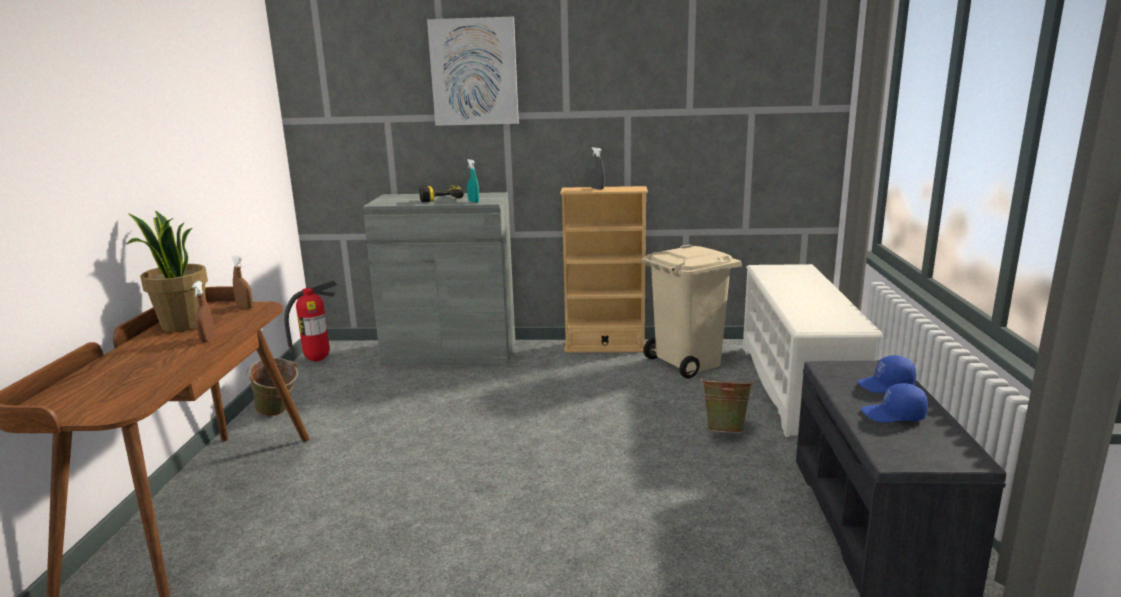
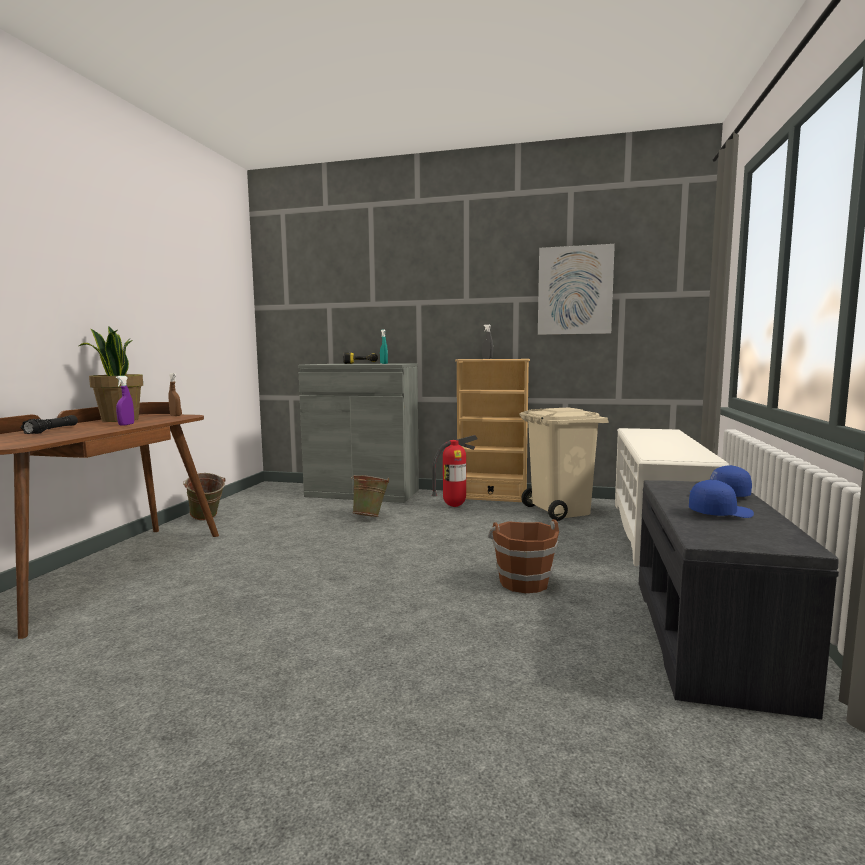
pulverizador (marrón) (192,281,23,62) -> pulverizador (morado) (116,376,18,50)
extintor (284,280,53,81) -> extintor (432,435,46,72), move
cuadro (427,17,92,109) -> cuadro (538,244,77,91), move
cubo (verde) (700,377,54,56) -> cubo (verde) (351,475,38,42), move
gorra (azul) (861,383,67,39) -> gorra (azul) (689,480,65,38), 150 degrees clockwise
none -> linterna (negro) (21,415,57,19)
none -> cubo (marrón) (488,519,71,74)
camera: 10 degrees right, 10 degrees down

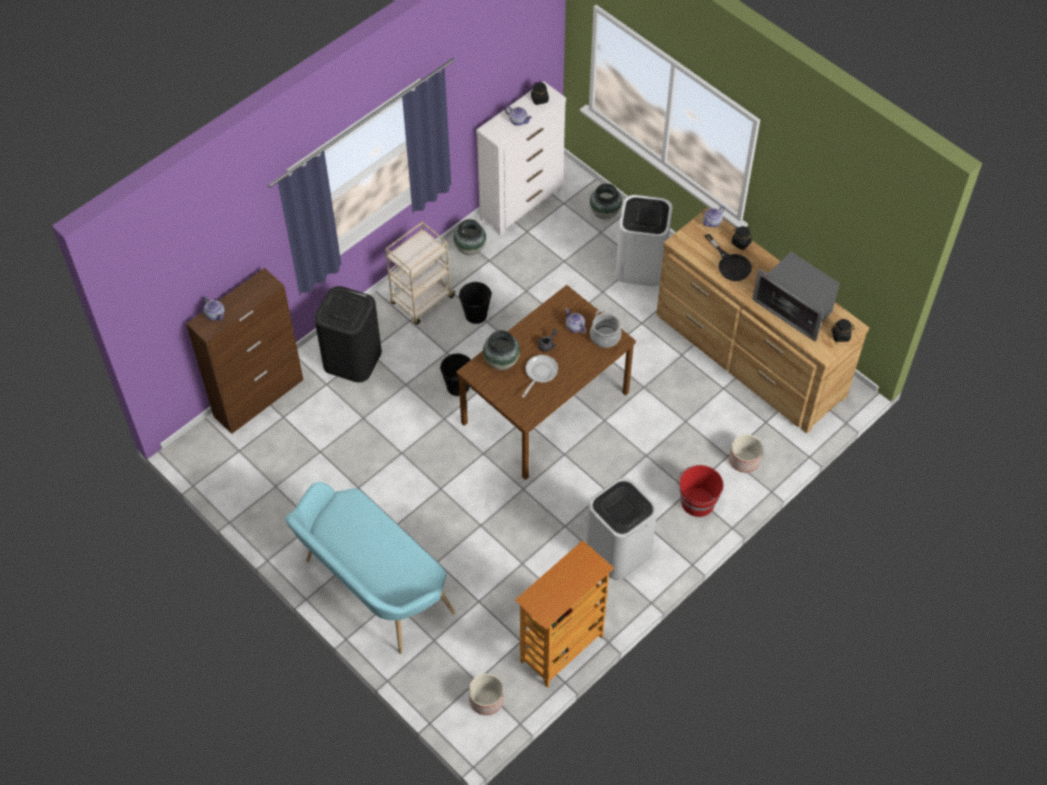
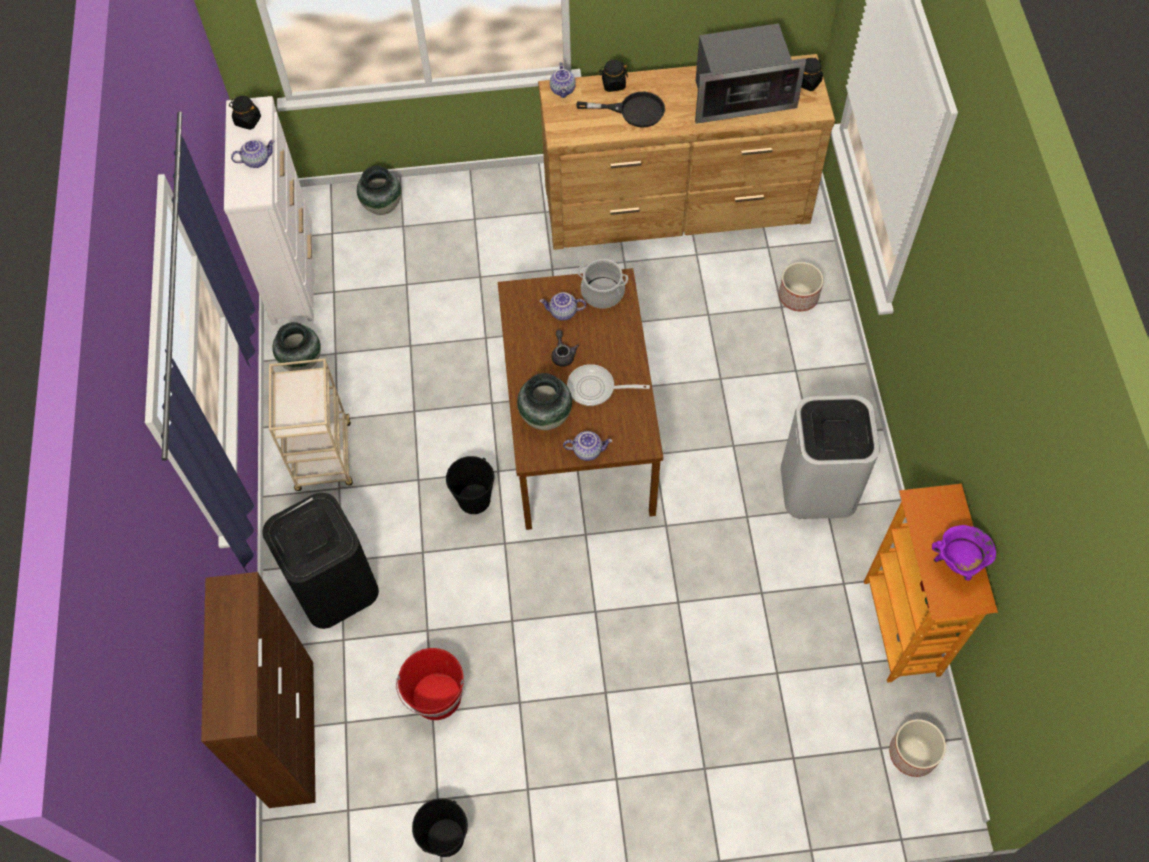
tetera (204,297,21,24) -> tetera (563,431,49,30), move
banco (turquesa) (285,482,170,172) -> none
cubo (negro) (459,282,33,42) -> cubo (negro) (412,798,56,59), move
sartén (522,355,36,42) -> sartén (567,364,83,42), 60 degrees counterclockwise
papelera (blanco) (616,195,57,91) -> none
cubo (rojo) (677,465,46,52) -> cubo (rojo) (396,648,68,72), move
none -> olla (morado) (932,525,64,56)
camera: 50 degrees left, 5 degrees up

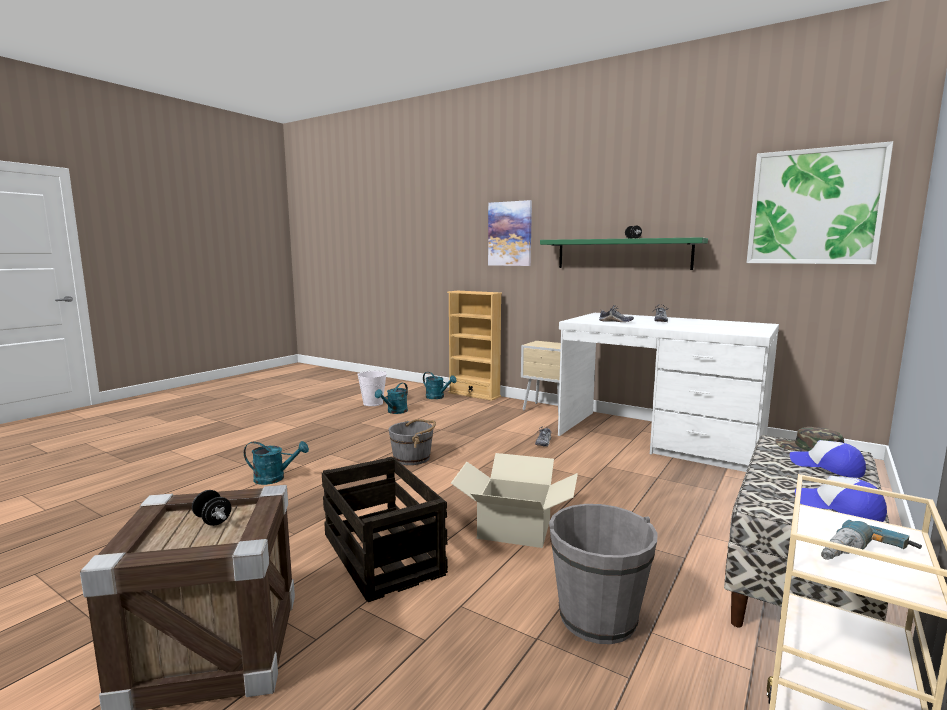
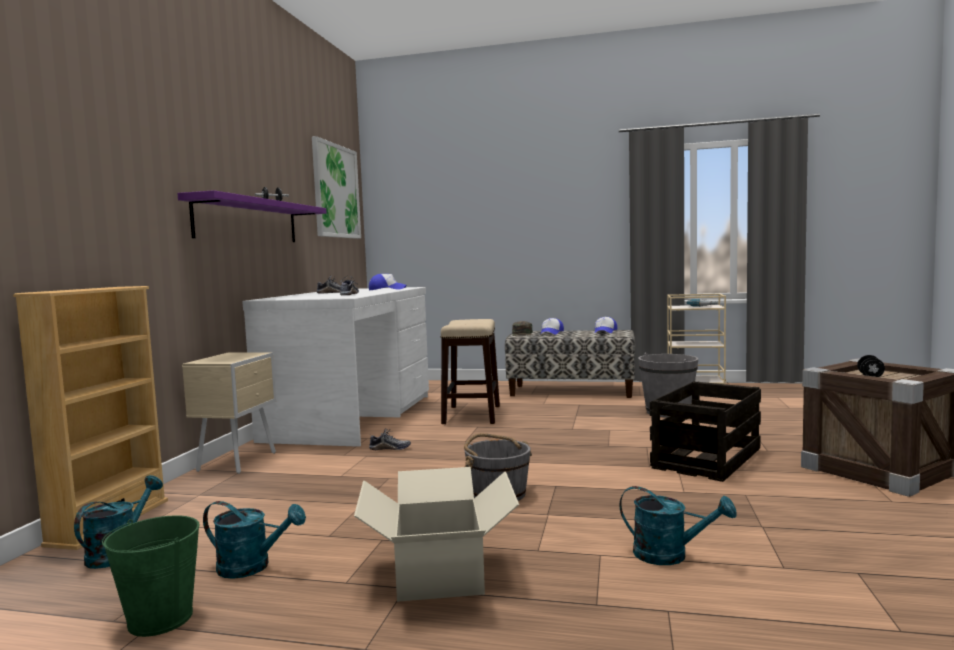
regadera (turquesa) (244,441,65,44) -> regadera (turquesa) (620,486,117,79), 135 degrees clockwise
cubo (blanco) (358,370,28,36) -> cubo (verde) (102,515,98,122)
caja de cartón (451,453,127,95) -> caja de cartón (354,467,165,135), move
cuadro (488,200,44,66) -> none
estante (verde) (540,237,168,33) -> estante (morado) (177,190,150,52)
none -> gorra (369,274,37,16)
none -> taburete (441,319,59,105)
camera: 110 degrees left, 5 degrees down

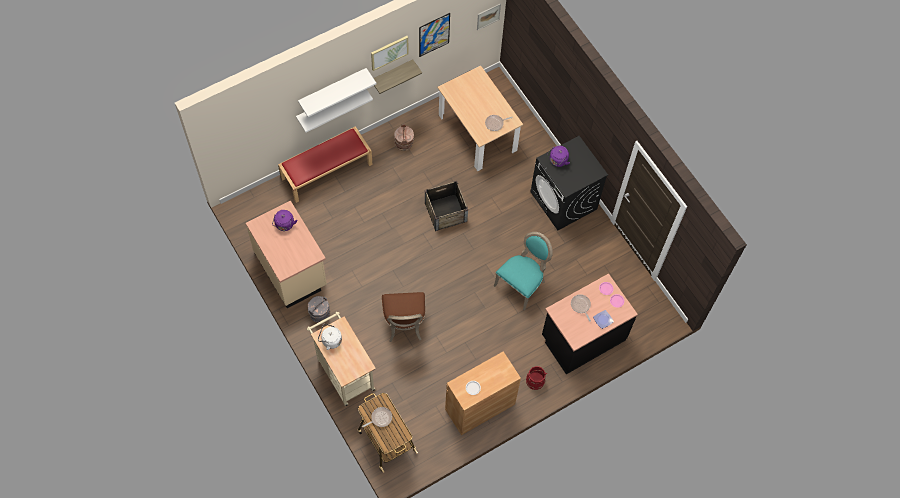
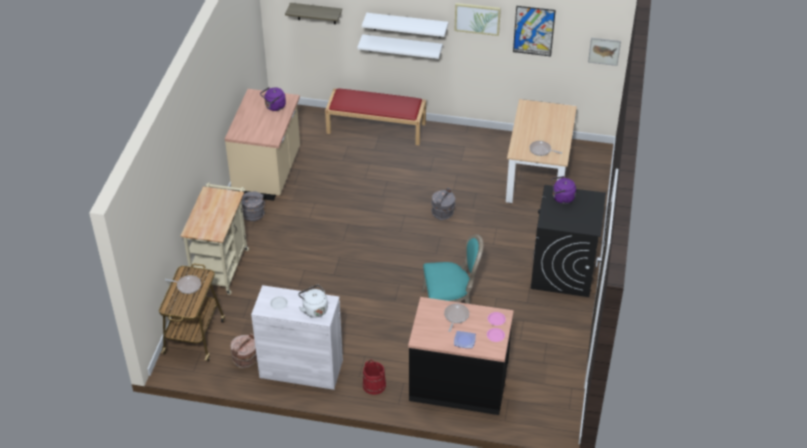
hervidor (blanco) (318,324,24,26) -> hervidor (blanco) (298,285,30,33), move
estante (374,60,48,34) -> estante (285,3,57,21), move
silla (marrón) (382,292,43,50) -> none
cubo (marrón) (394,124,20,27) -> cubo (marrón) (230,333,27,35), move
caja de embalaje (425,181,43,50) -> cubo (gris) (431,188,24,32)
armario (marrón) (445,351,76,84) -> armario (blanco) (251,285,92,105)
camera: 45 degrees right, 20 degrees down

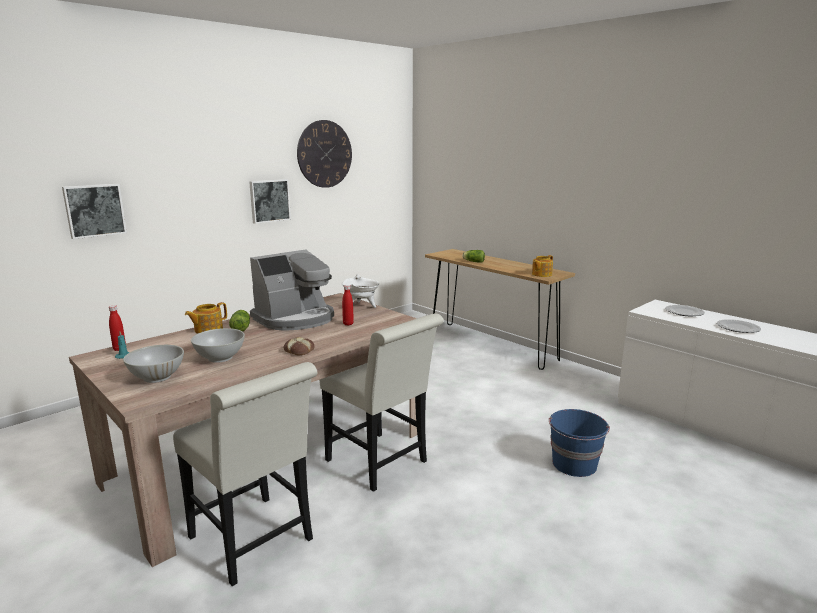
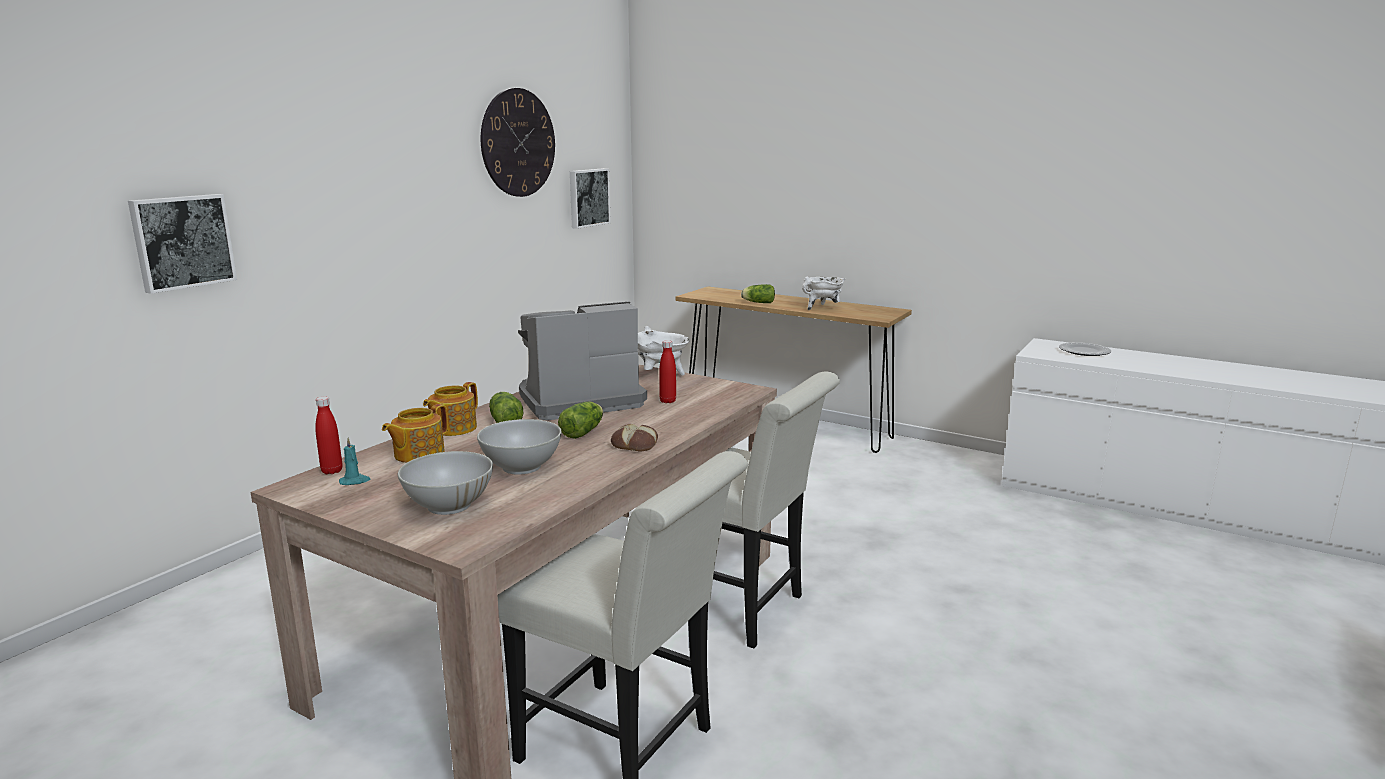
cuadro (249,179,42,45) -> cuadro (570,168,41,61), move
cafetera (250,249,84,82) -> cafetera (518,302,129,119), 150 degrees counterclockwise
tetera (532,255,21,22) -> tetera (382,404,66,59), move
cubo (azul) (549,409,61,68) -> none
plato (717,319,44,14) -> none
none -> lechuga (558,402,45,37)
none -> olla (blanco) (802,277,43,33)
camera: 15 degrees left, 0 degrees up

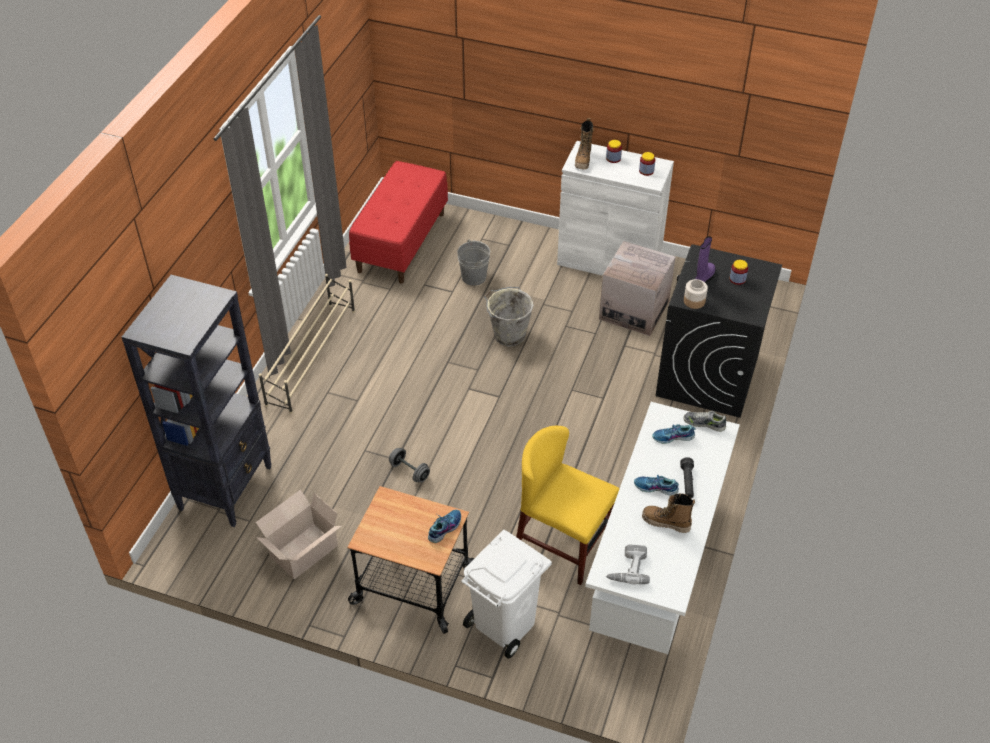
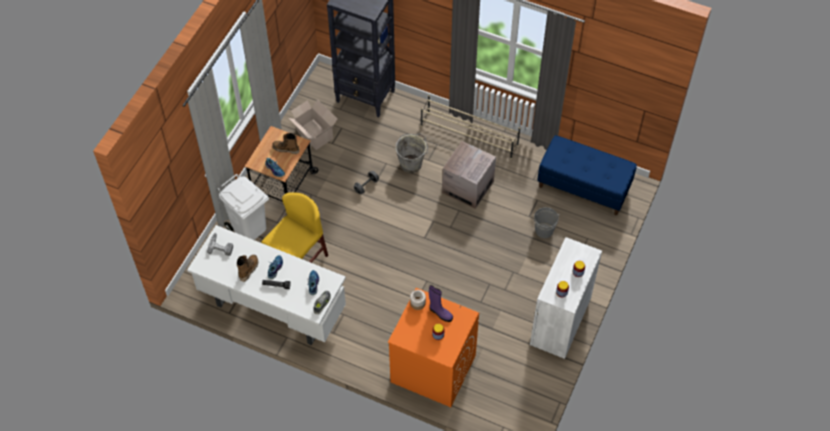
banco (rojo) (349,161,99,123) -> banco (azul) (537,135,100,80)
cubo (gris) (484,287,50,60) -> cubo (gris) (395,134,33,39), move
bota (575,118,19,51) -> bota (272,133,28,21), move
caja de cartón (599,241,77,95) -> caja de cartón (442,141,54,68), move
lavadora (negro) (656,244,126,174) -> lavadora (naranja) (388,288,91,119)
camera: 95 degrees right, 10 degrees up

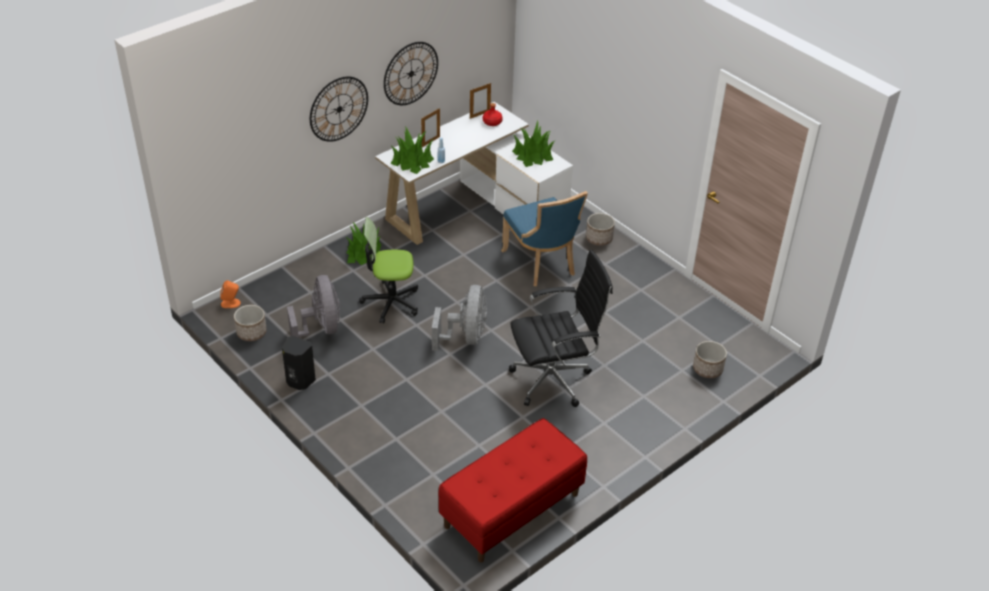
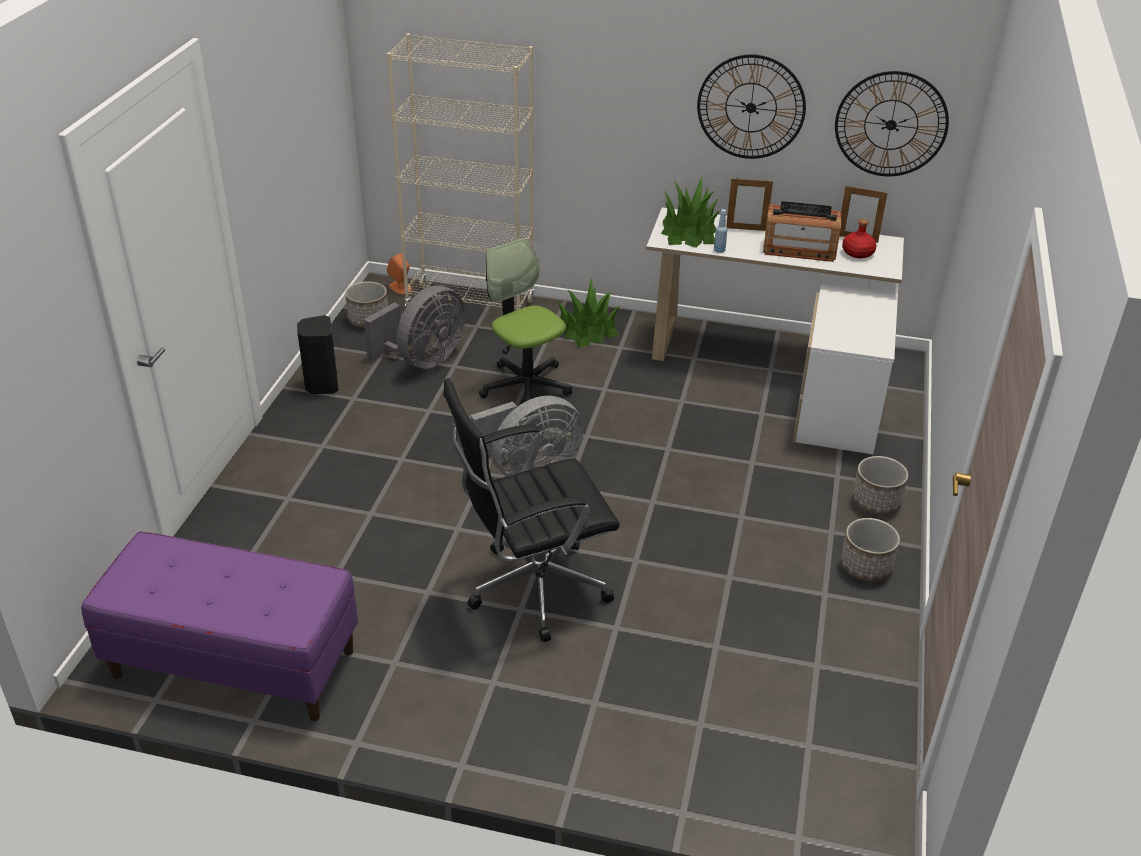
reloj de pared (310,76,58,66) -> reloj de pared (835,71,114,105), move
banco (rojo) (438,418,149,145) -> banco (morado) (81,532,277,189)
silla (azul) (501,191,87,95) -> none
silla de oficina (negro) (509,250,103,157) -> silla de oficina (negro) (443,378,177,264), 120 degrees clockwise
planta en maceta (512,121,42,46) -> none
maceta (693,341,34,37) -> maceta (841,518,59,64), move
none -> estantería (beis) (387,33,147,277)
none -> radio (763,201,79,61)
camera: 55 degrees right, 5 degrees down

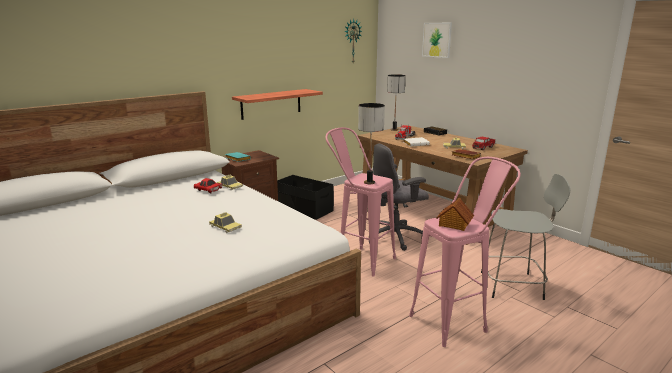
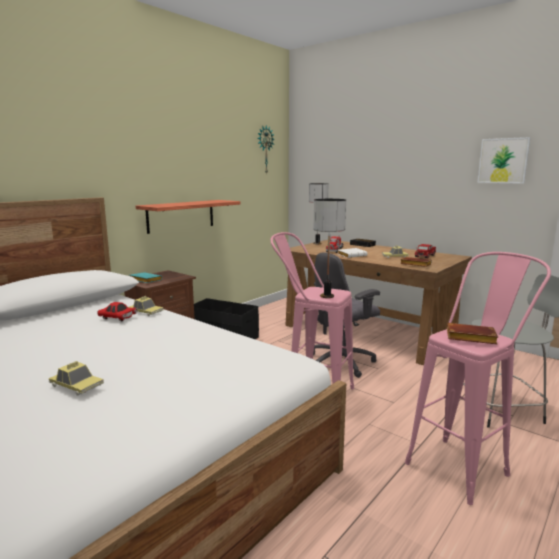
coche de juguete (209,212,33,21) -> coche de juguete (49,361,55,35), move
cuadro (422,23,30,35) -> cuadro (477,137,54,47), move
casita (436,198,38,33) -> libro (marrón) (447,323,51,21)
camera: 10 degrees left, 5 degrees down

